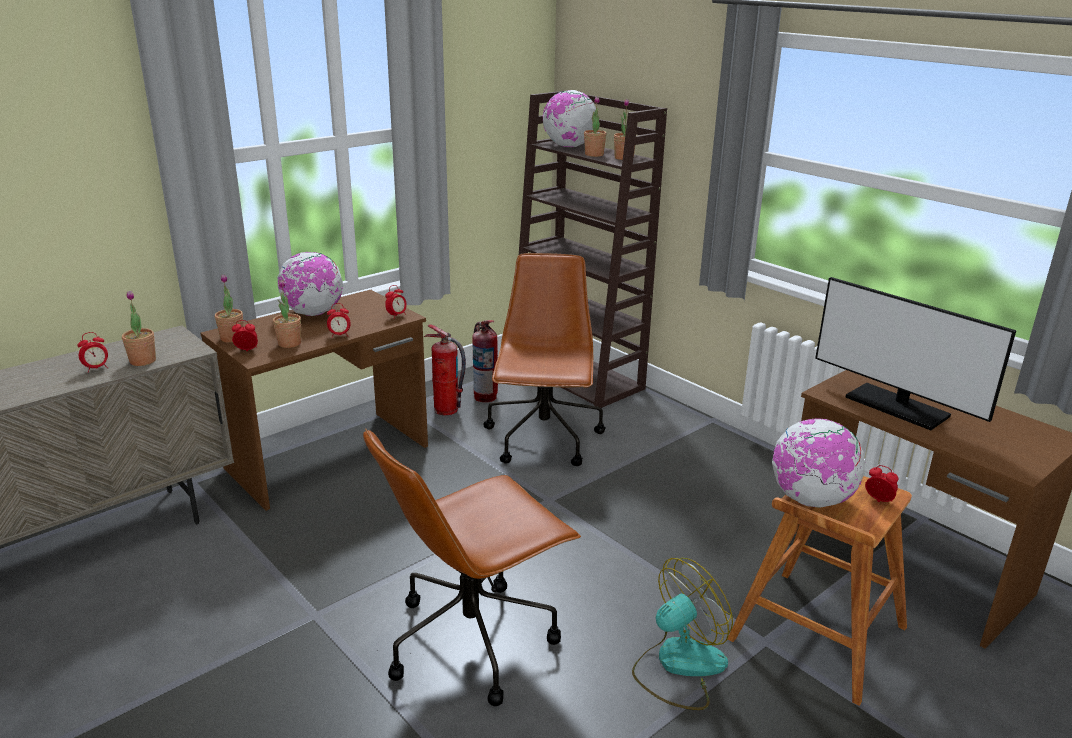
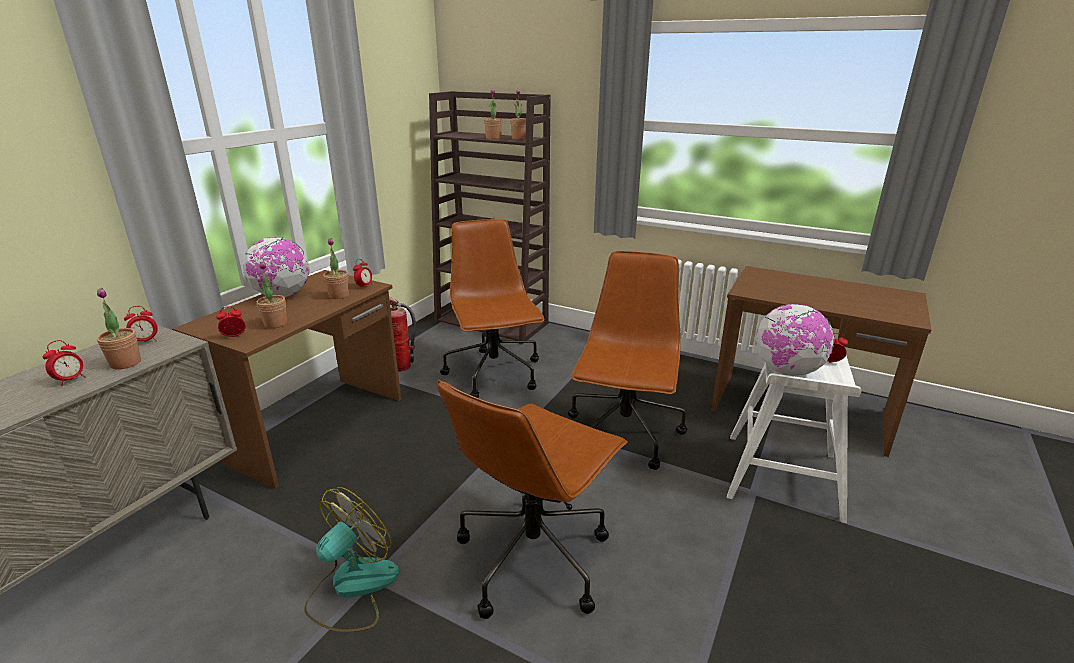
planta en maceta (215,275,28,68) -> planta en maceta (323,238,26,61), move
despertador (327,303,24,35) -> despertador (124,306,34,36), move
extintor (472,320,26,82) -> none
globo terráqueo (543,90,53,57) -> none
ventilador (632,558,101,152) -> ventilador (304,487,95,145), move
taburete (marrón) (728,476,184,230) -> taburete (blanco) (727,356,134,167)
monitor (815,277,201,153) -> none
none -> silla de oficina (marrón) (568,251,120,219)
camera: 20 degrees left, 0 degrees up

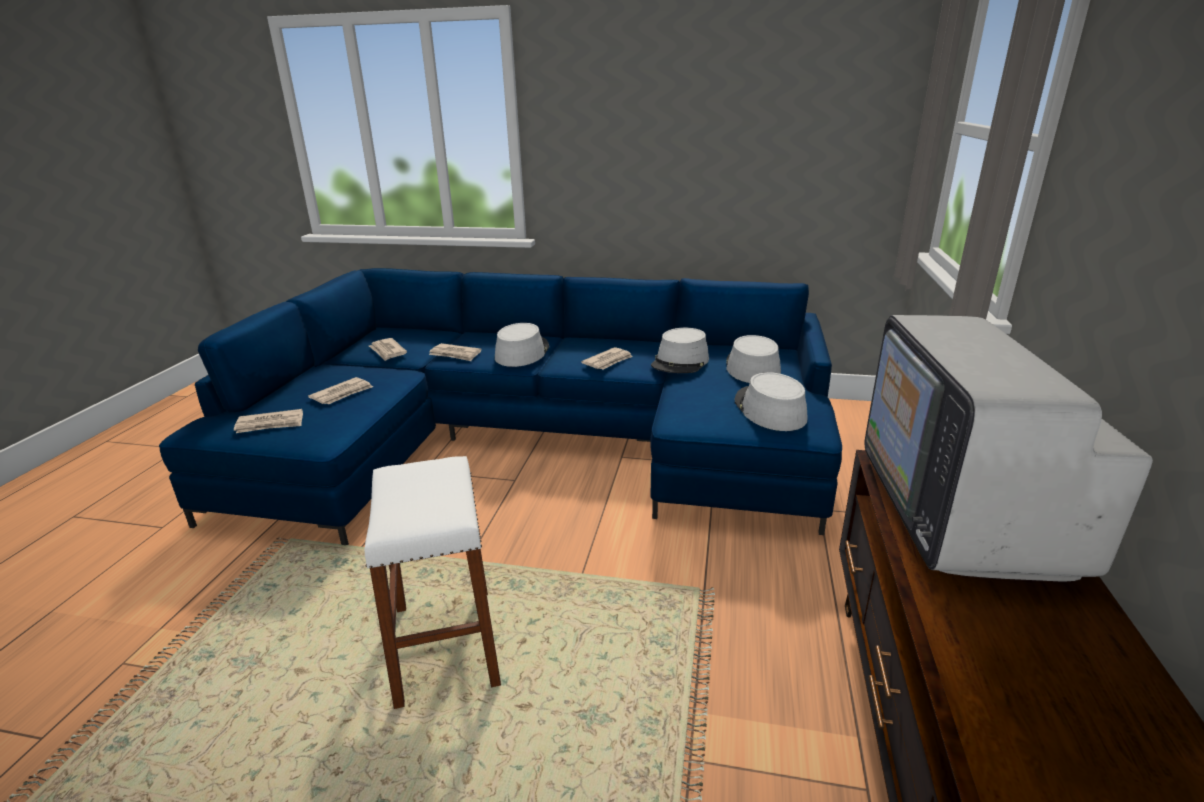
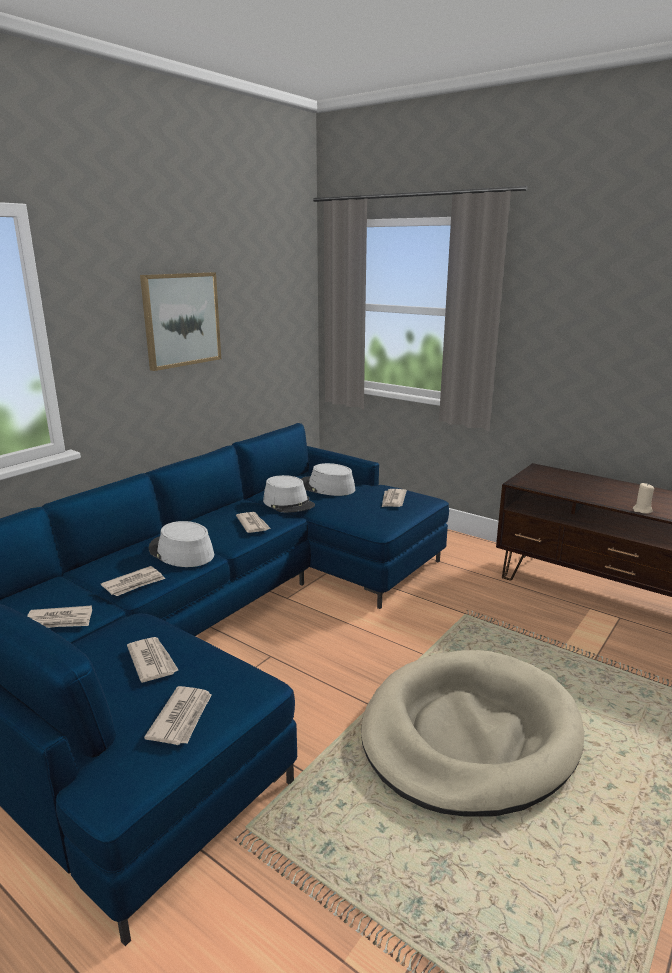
taburete (blanco) (364,456,137,253) -> cama para perro (beis) (361,650,223,166)
sombrero (gris) (735,372,73,59) -> periódico (382,489,25,18)
televisor (865,315,288,266) -> none
none -> cuadro (140,272,81,99)
none -> vela (beis) (633,483,21,31)
camera: 65 degrees left, 5 degrees down

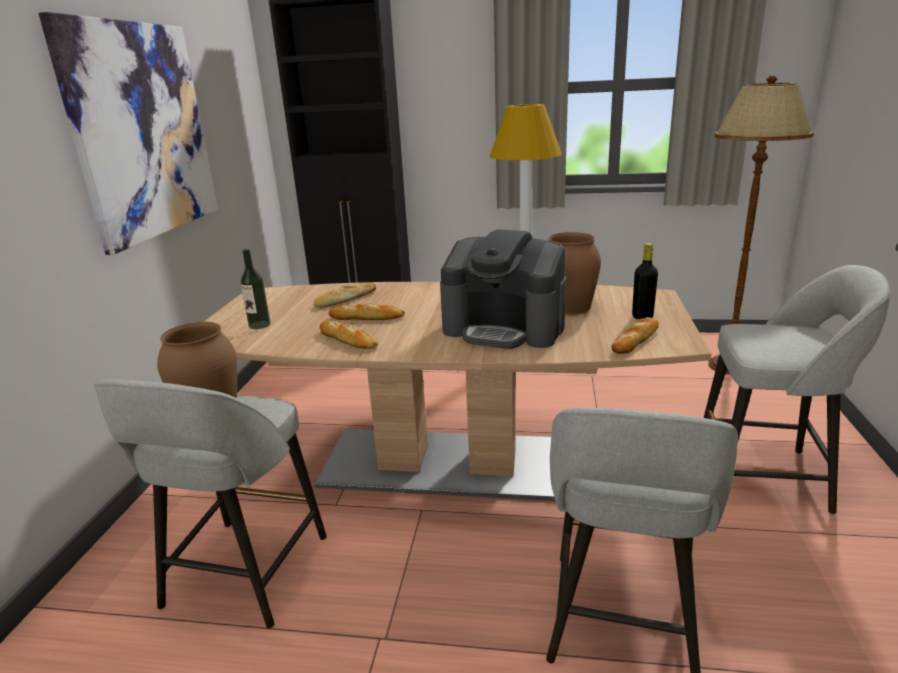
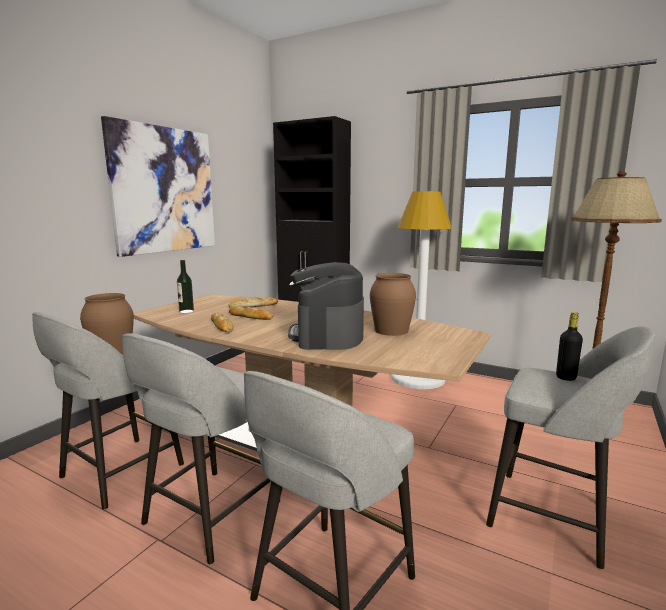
cafetera (440,229,126,120) -> cafetera (288,262,76,88), 45 degrees clockwise
pan (611,317,48,37) -> none
botella (negro) (632,243,26,76) -> botella (negro) (556,312,27,69), move
none -> taburete (gris) (122,333,158,232)
camera: 20 degrees right, 10 degrees down

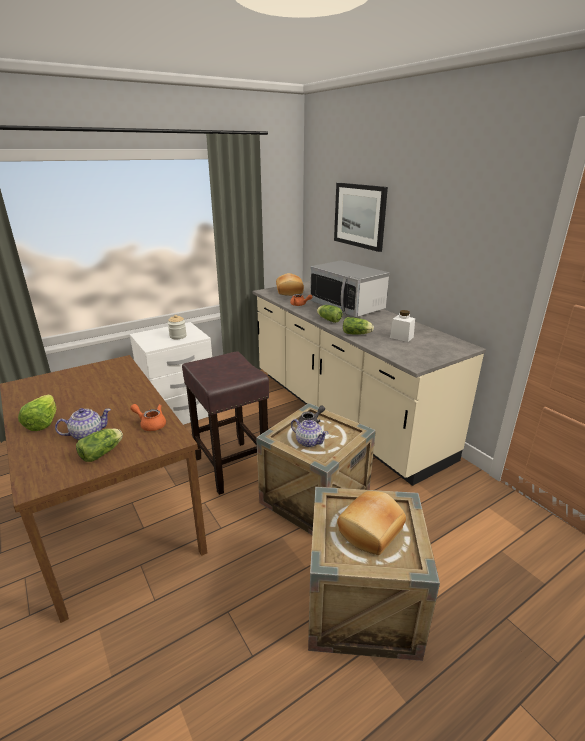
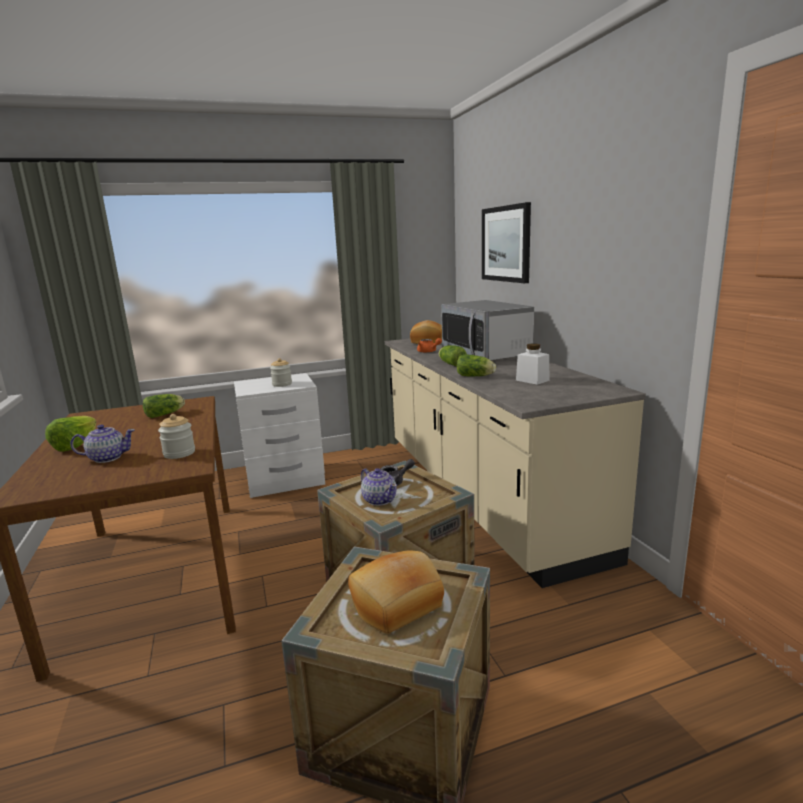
lechuga (76,428,47,34) -> lechuga (143,394,42,24), move
tetera (naranja) (130,404,36,27) -> tarro (158,414,37,45)
taburete (marrón) (182,351,87,144) -> none
camera: 15 degrees right, 10 degrees down

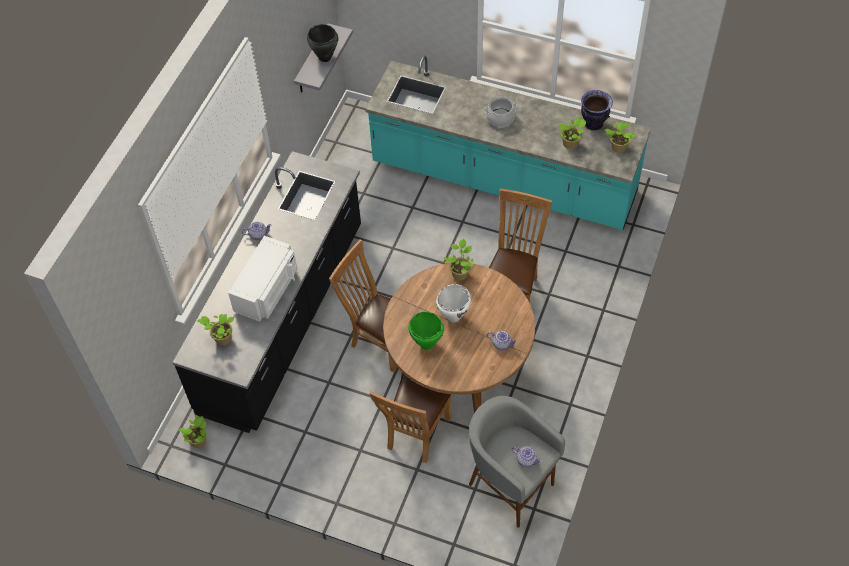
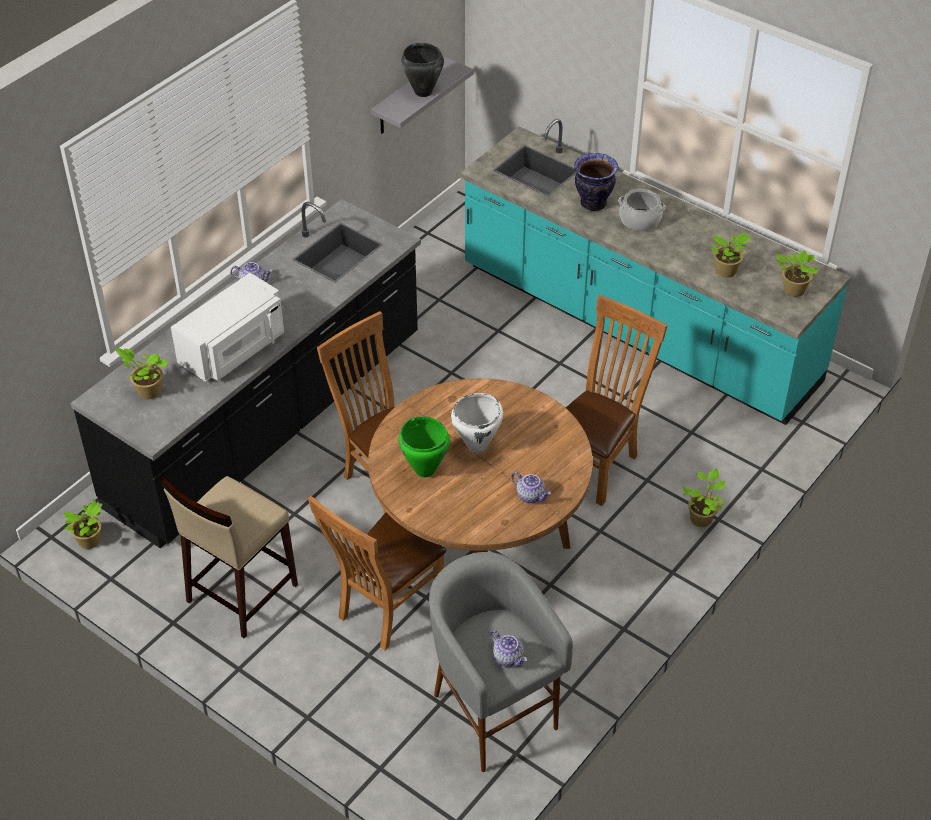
planta en maceta (444,238,30,43) -> planta en maceta (683,468,43,59), move
florero (581,90,32,41) -> florero (574,153,44,58), move
none -> taburete (beis) (161,476,137,162)
camera: 15 degrees right, 10 degrees down

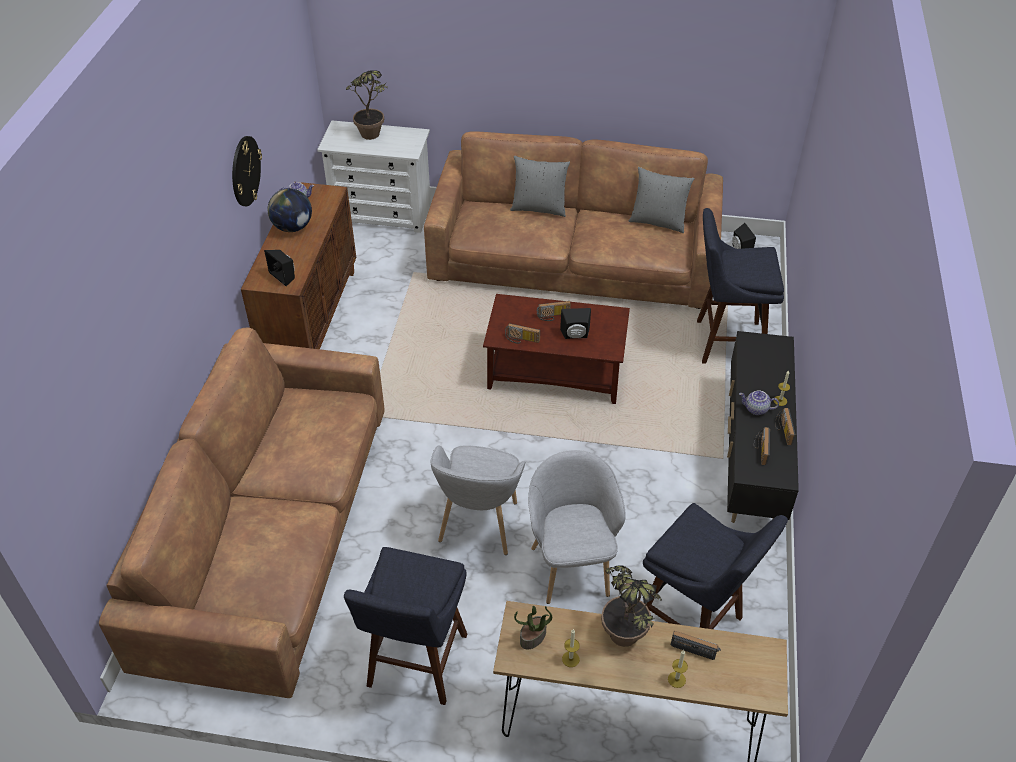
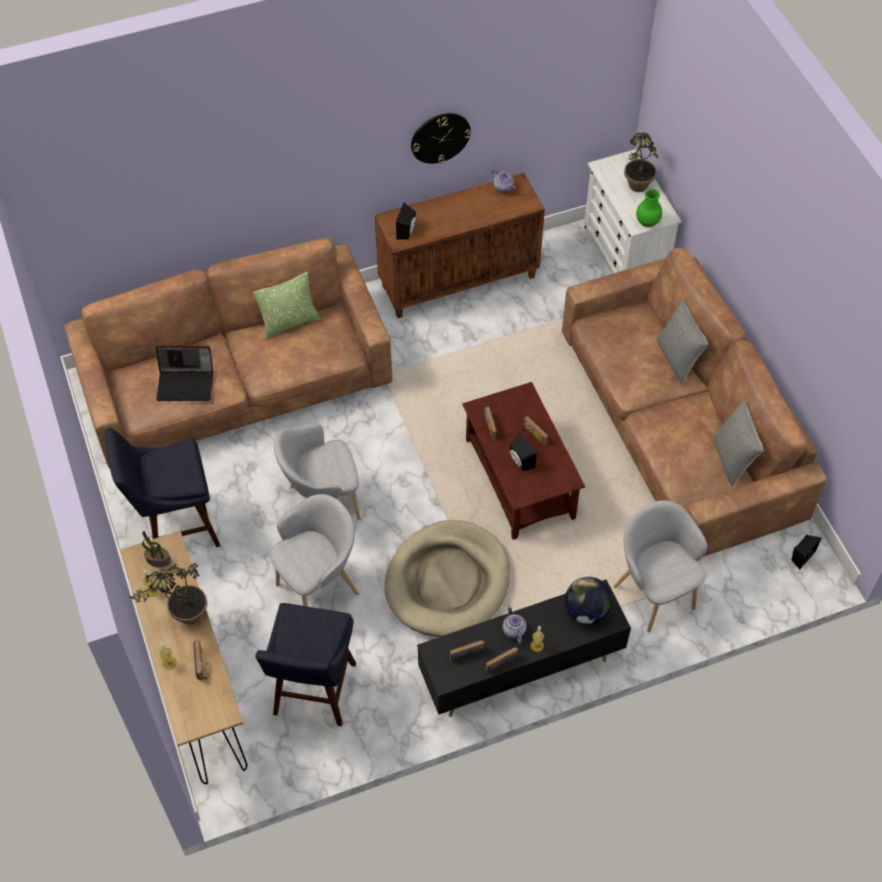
globo terráqueo (268,188,44,44) -> globo terráqueo (565,577,48,48), move
taburete (azul) (697,208,87,156) -> sillón (gris) (613,500,94,132)
none -> portátil (155,346,58,55)
none -> cojín (253,272,67,68)
none -> cama para perro (beis) (384,520,126,117)
none -> florero (verde) (636,189,26,38)
camera: 60 degrees right, 10 degrees up

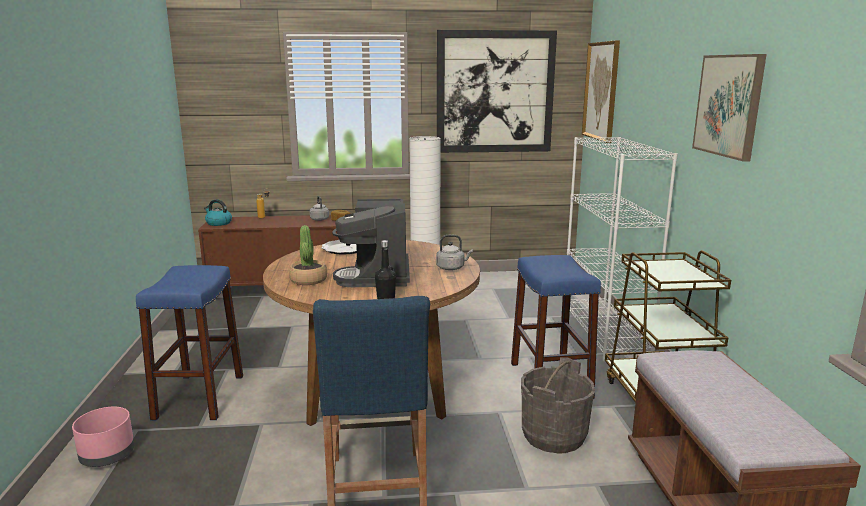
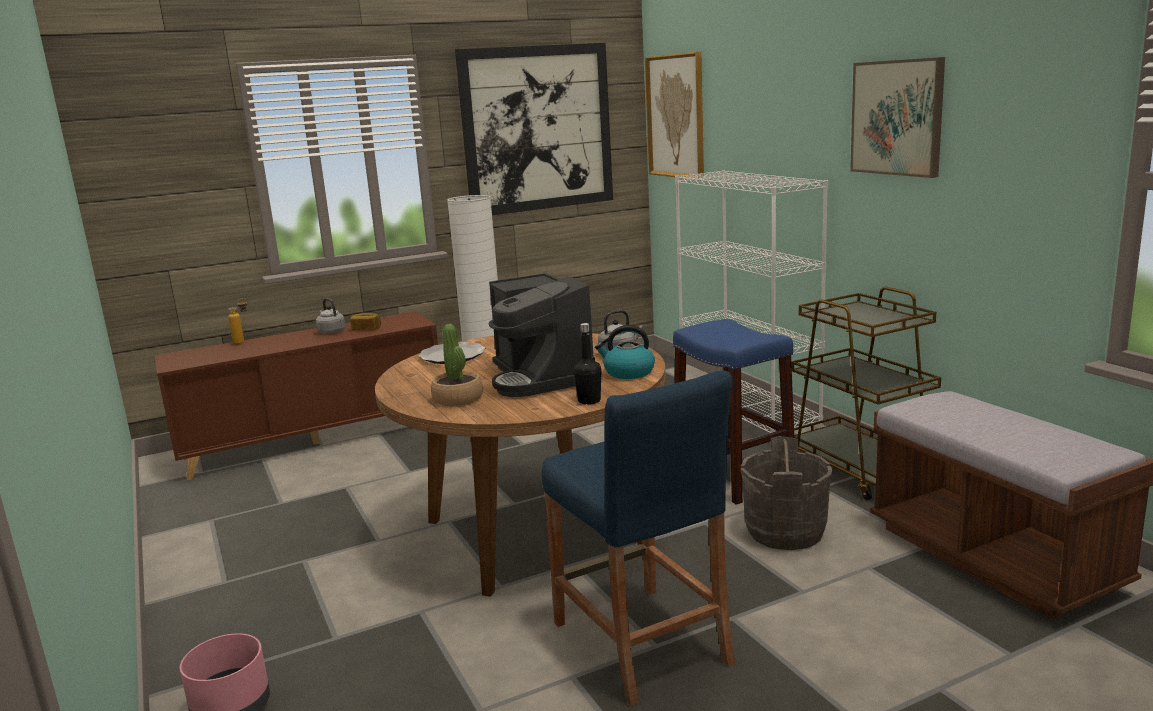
taburete (azul) (136,265,107,155) -> none
hervidor (204,199,28,27) -> hervidor (595,325,60,54), move
camera: 20 degrees left, 0 degrees up

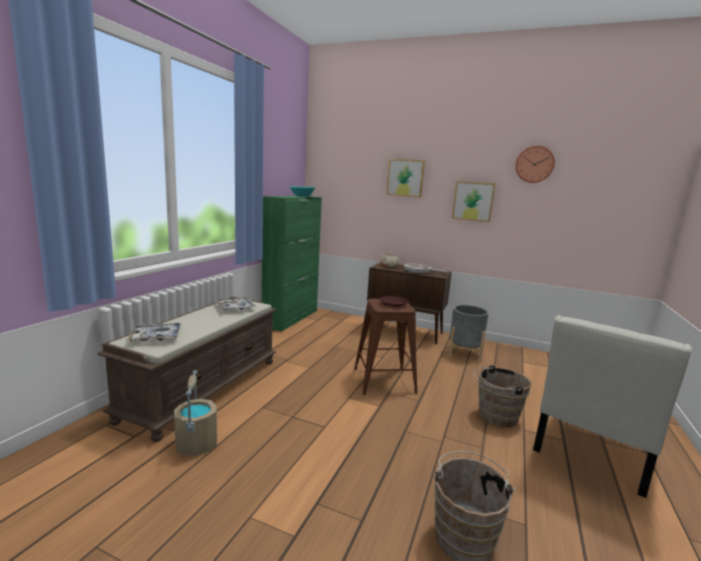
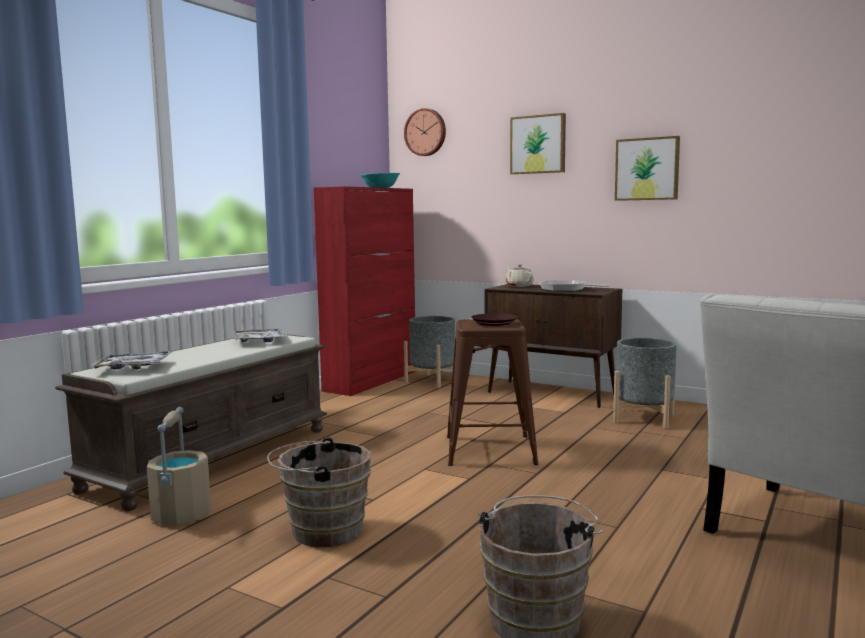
armario (verde) (262,196,60,135) -> armario (rojo) (314,186,102,210)
cubo (marrón) (473,365,59,62) -> cubo (marrón) (267,437,104,110), move
reloj de pared (515,146,40,37) -> reloj de pared (404,108,42,48), move
none -> maceta (gris) (404,316,51,72)
camera: 10 degrees right, 5 degrees down

